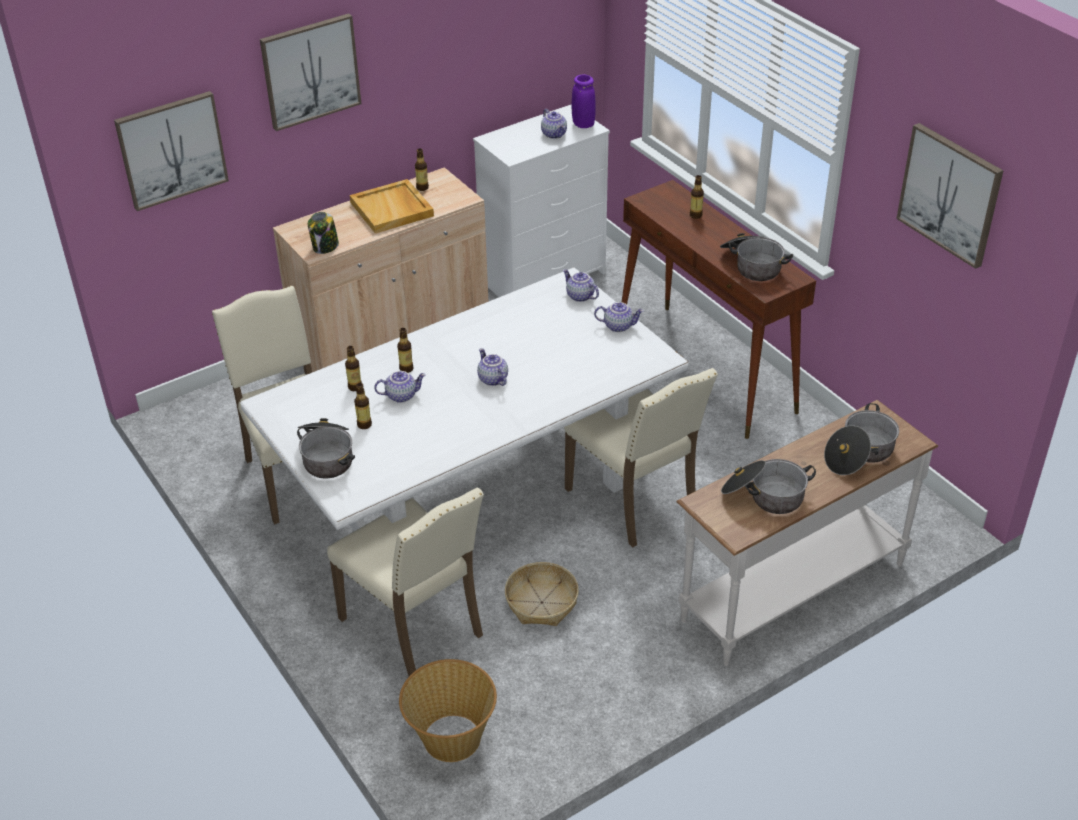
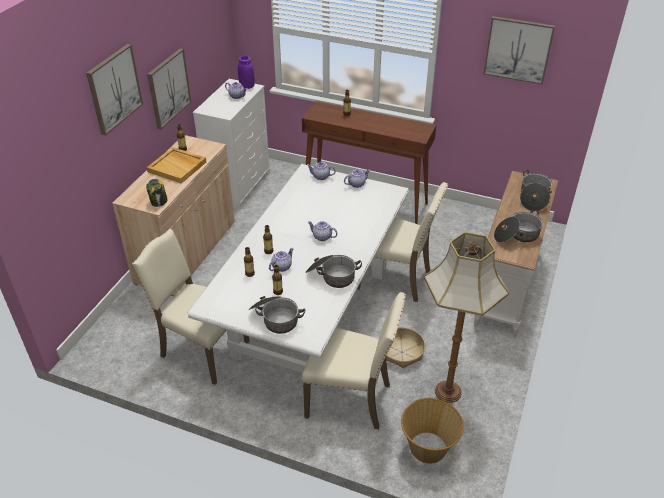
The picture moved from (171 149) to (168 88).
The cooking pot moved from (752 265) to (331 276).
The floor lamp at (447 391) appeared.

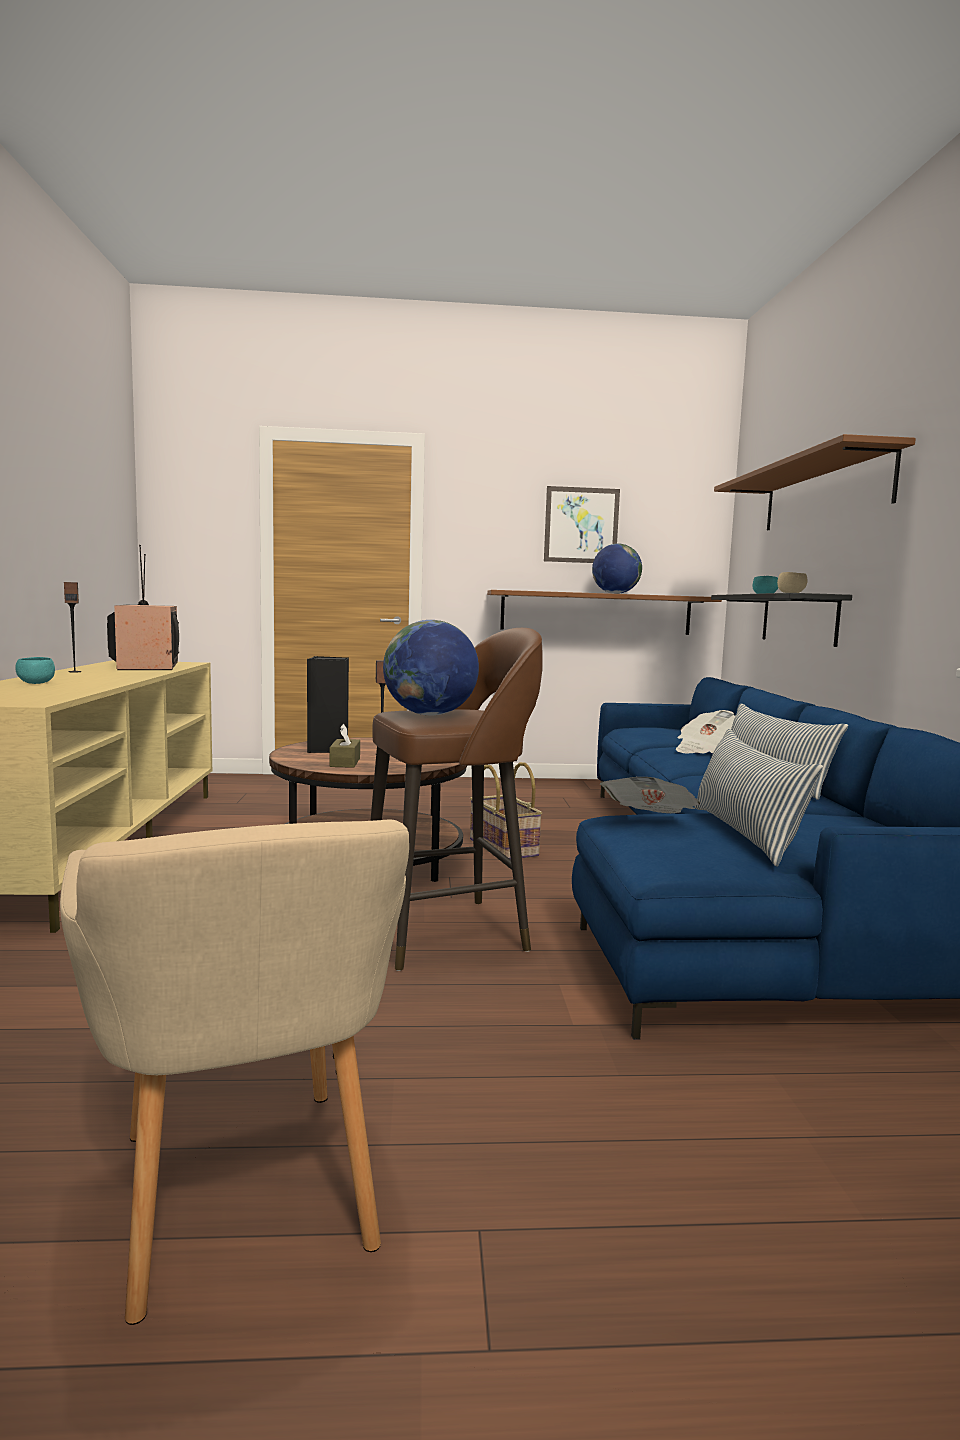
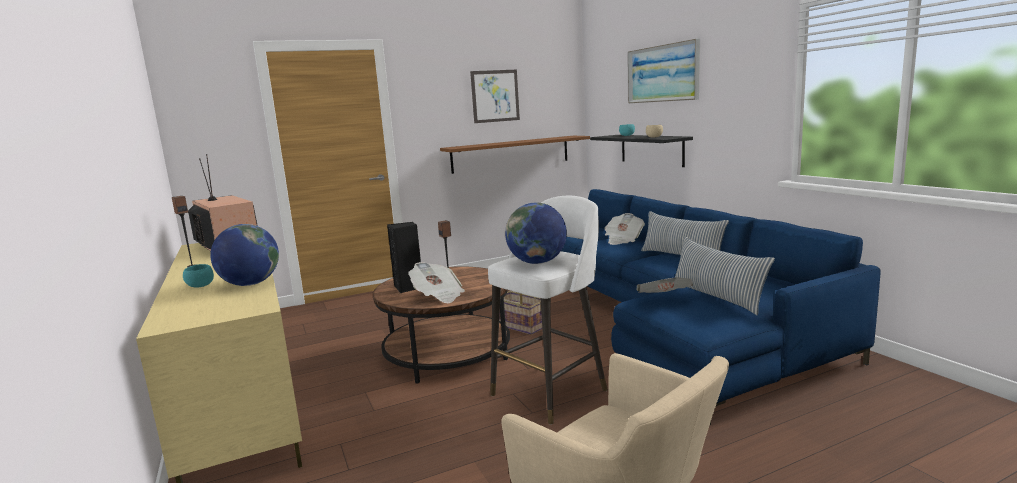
The globe moved from (615 593) to (250 284).
The brown tissue box at (345 762) was replaced by the newspaper at (438 296).
The brown stool at (449 932) became the white stool at (552 391).
The brown shelf at (824 493) was replaced by the picture at (662 73).

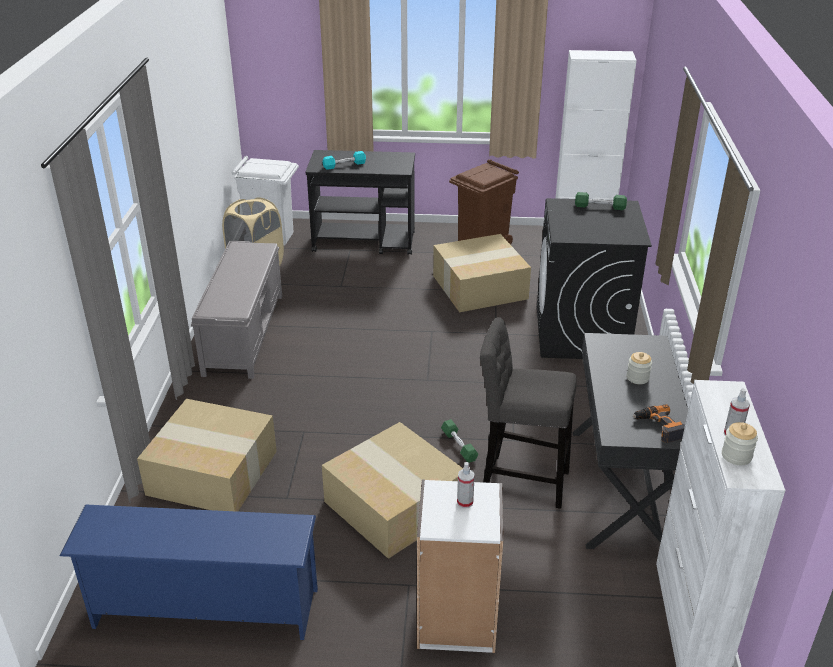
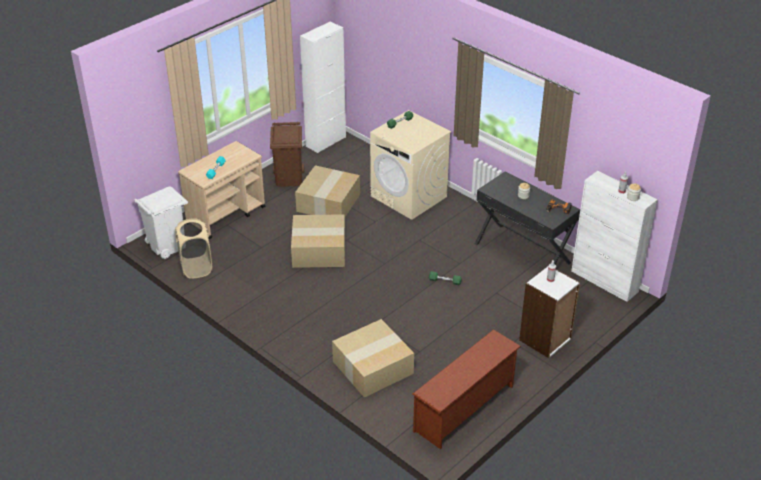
The black cart at (365 242) became the beige cart at (226 215).
The cardboard box moved from (392 505) to (318 251).
The black washing machine at (581 333) became the beige washing machine at (409 196).
The blue shoe rack at (204 610) became the brown shoe rack at (465 409).
The grey bench at (244 333) disappeared.
The grey stool at (520 480) disappeared.

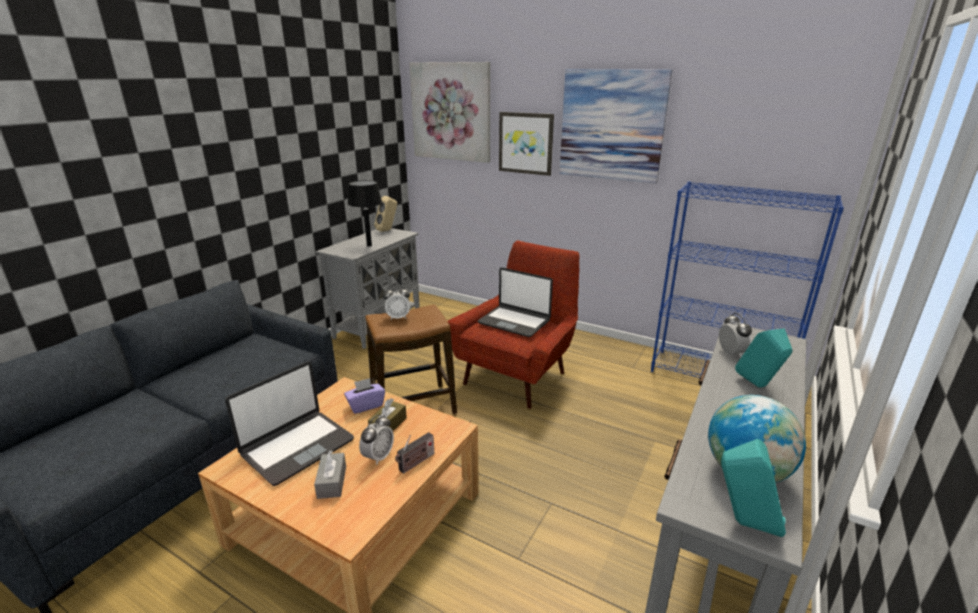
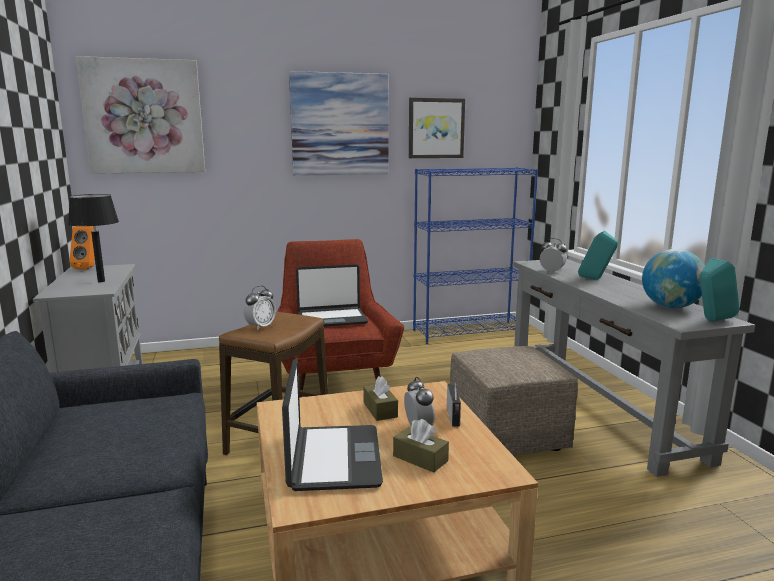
The beige speaker at (388 230) became the orange speaker at (88 268).
The grey tissue box at (332 482) became the brown tissue box at (420 458).
The picture moved from (526 143) to (436 128).
The beige ottoman at (505 435) appeared.
The purple tissue box at (365 405) disappeared.

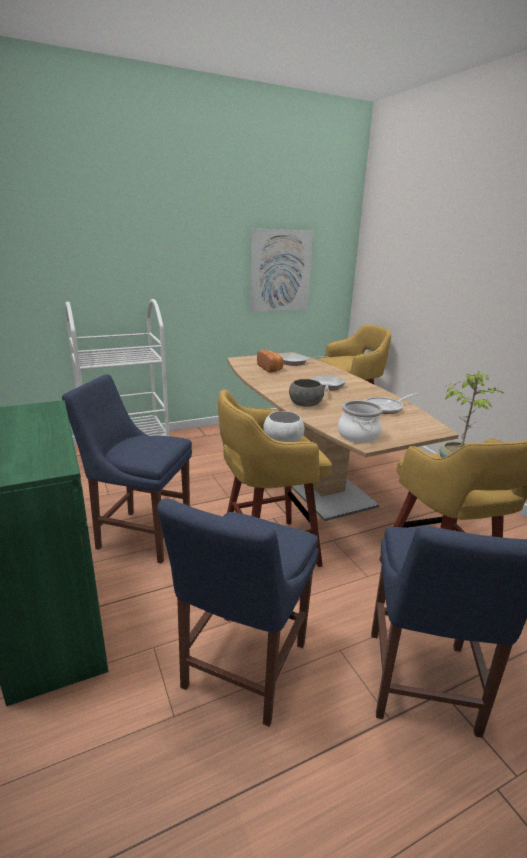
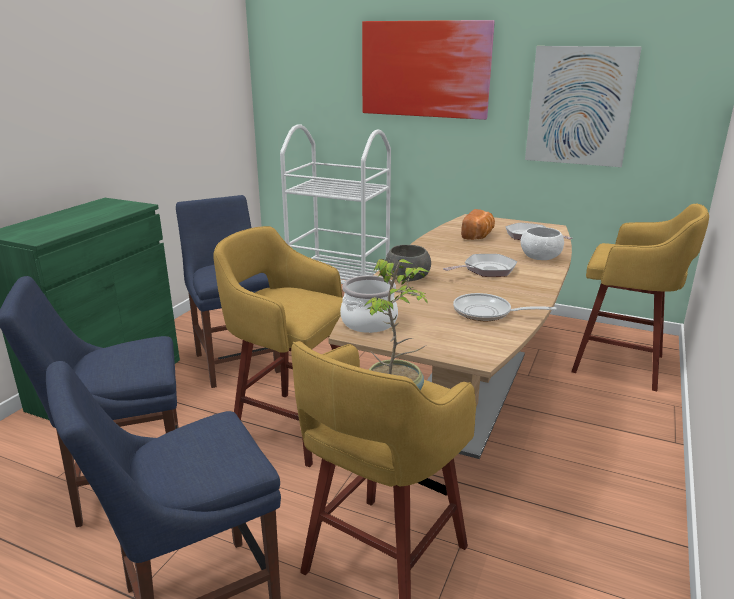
The picture at (425 69) appeared.
The white bowl moved from (283 441) to (540 257).

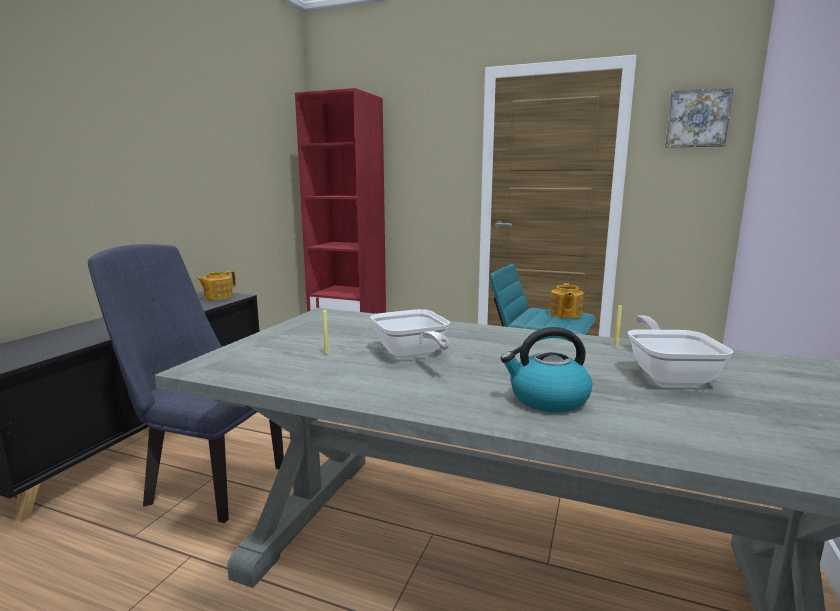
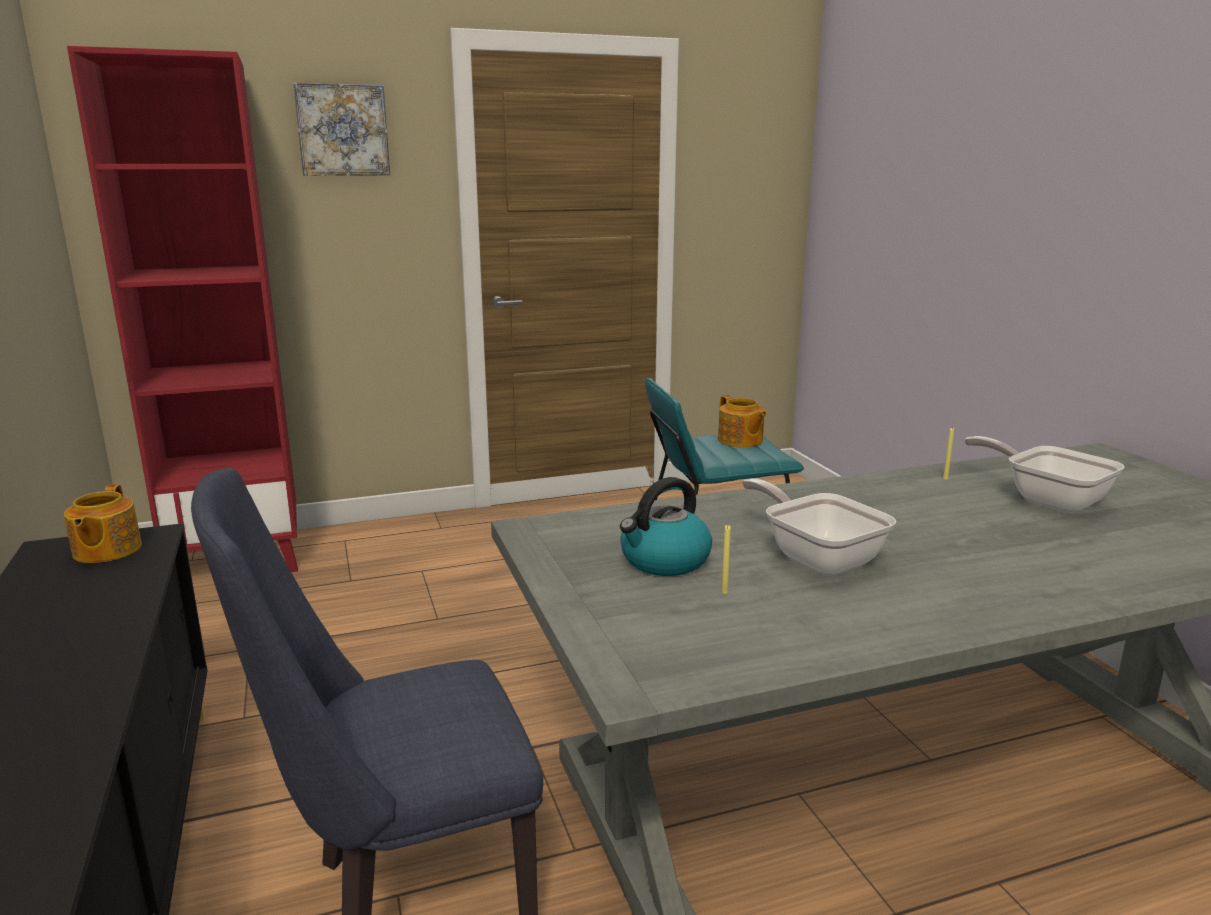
The picture moved from (697 119) to (342 130).
The kettle moved from (547 399) to (664 561).
The frying pan at (412 355) turned 150 degrees counterclockwise.

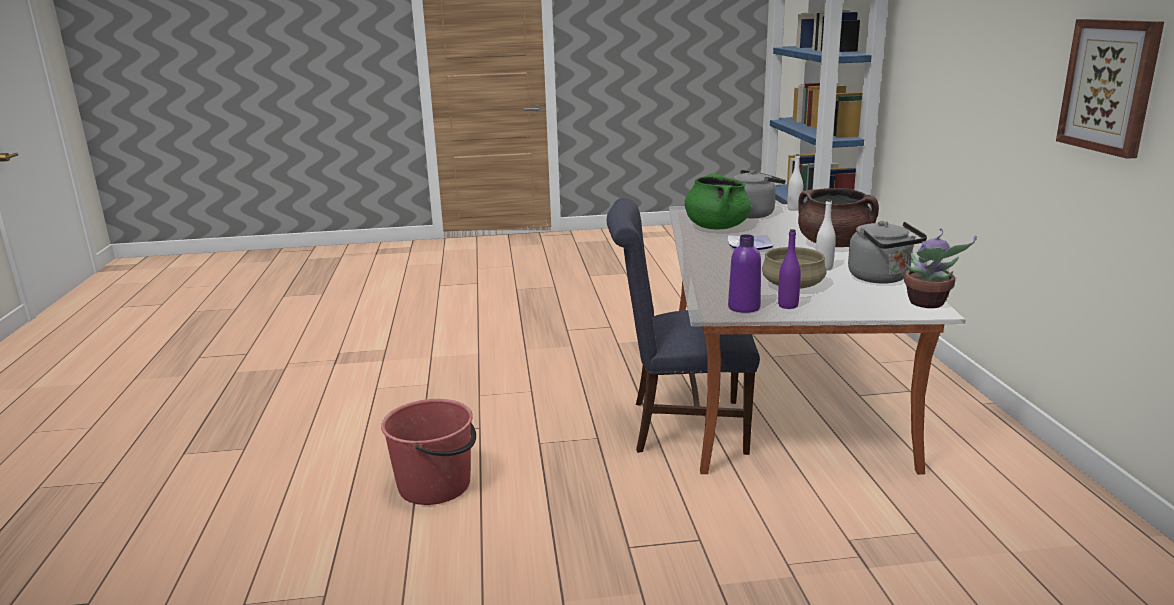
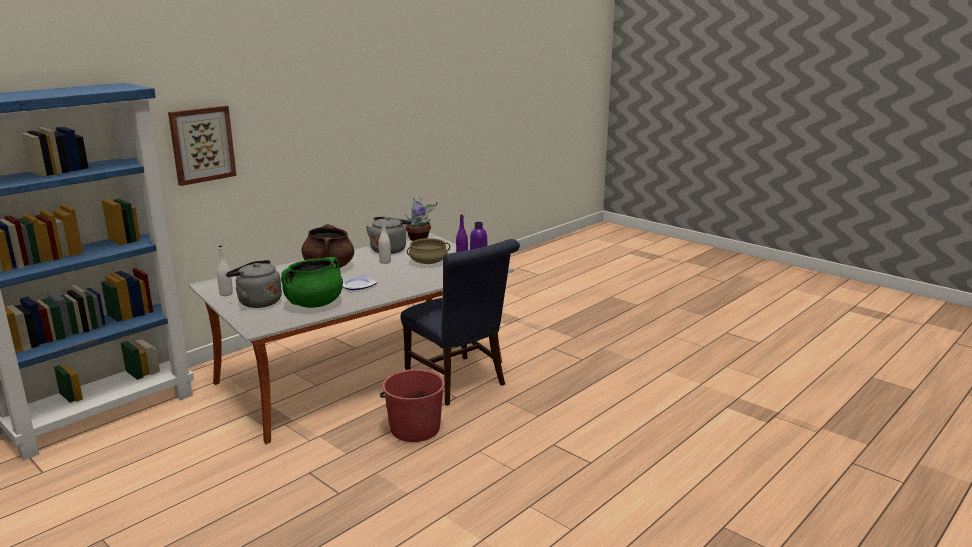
The picture moved from (1110 86) to (202 144).
The red bucket moved from (436 485) to (414 428).

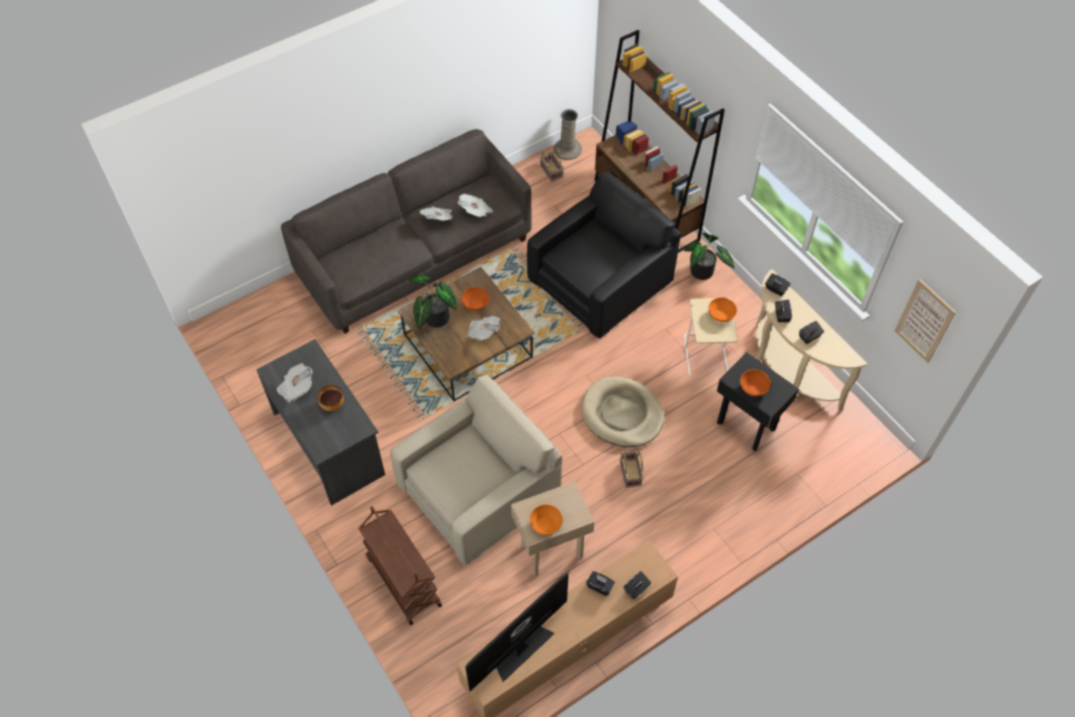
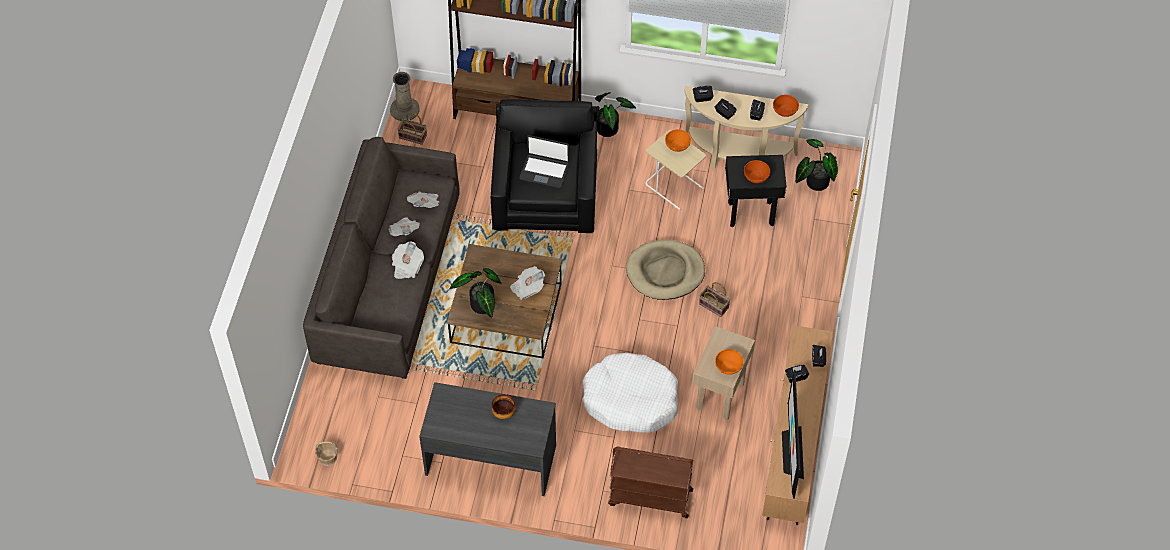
The basket at (327 457) appeared.
The newspaper moved from (296 388) to (407 266).
The laptop at (544 171) appeared.
The beige armchair at (479 490) was replaced by the white dog bed at (630 400).
The orange bowl moved from (475 304) to (784 111).
The potted plant at (814 182) appeared.
The picture at (924 321) disappeared.

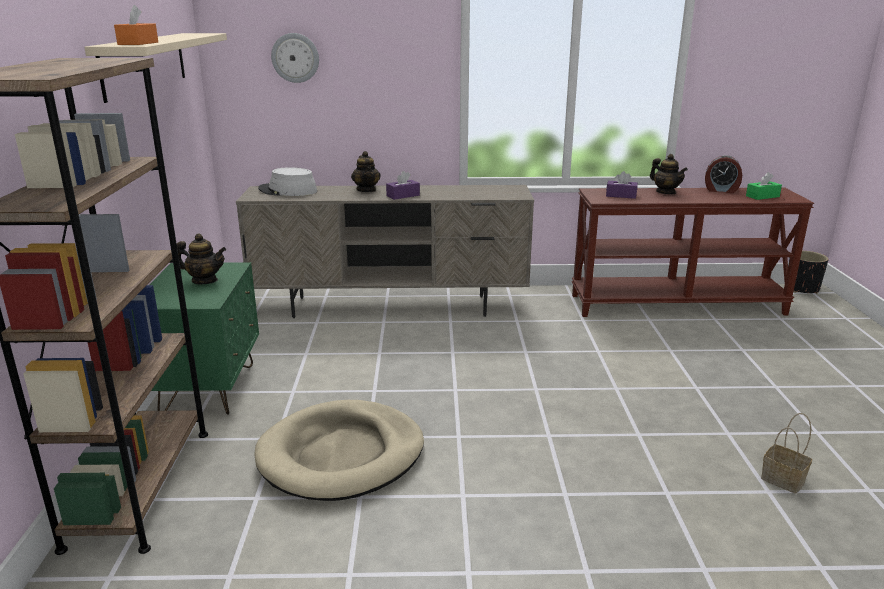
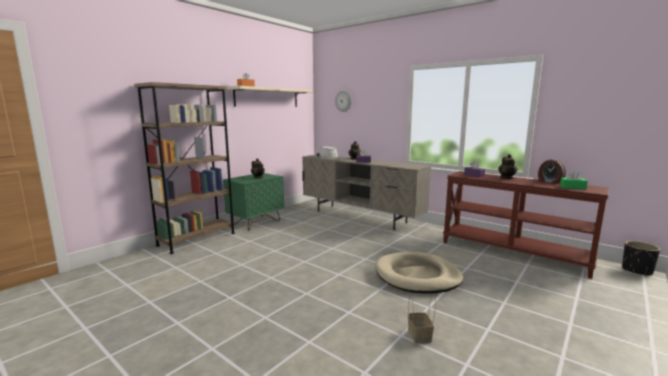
The beige dog bed moved from (341 455) to (417 276).

